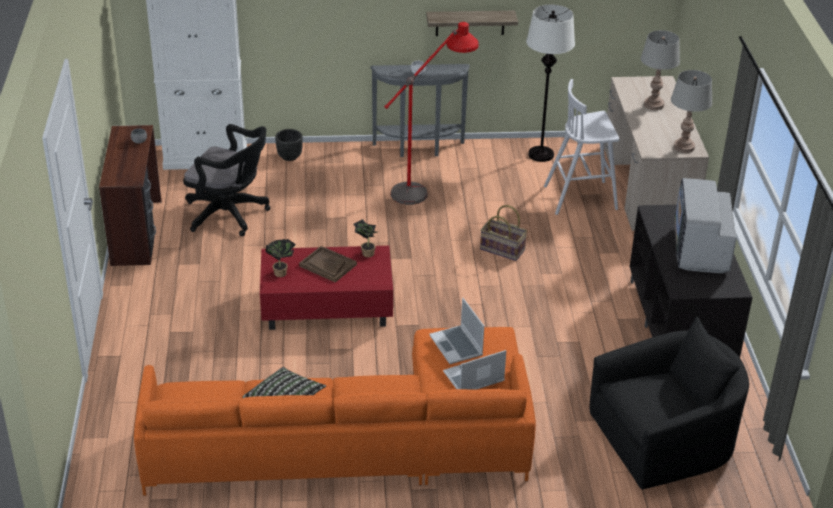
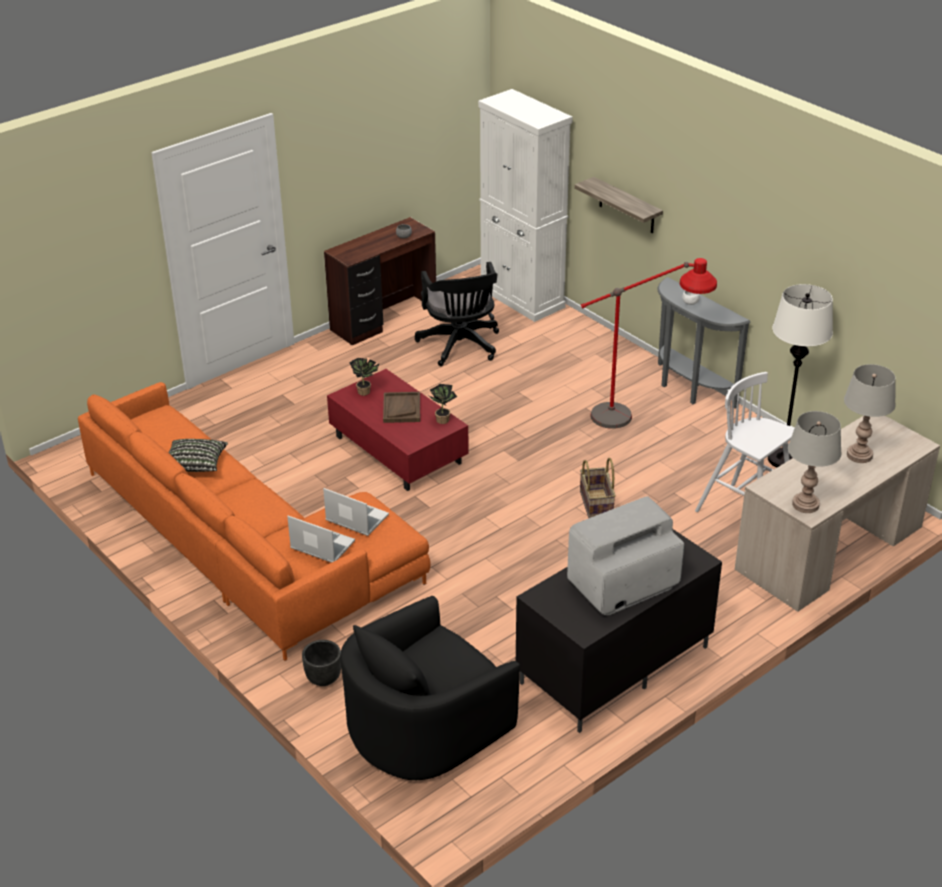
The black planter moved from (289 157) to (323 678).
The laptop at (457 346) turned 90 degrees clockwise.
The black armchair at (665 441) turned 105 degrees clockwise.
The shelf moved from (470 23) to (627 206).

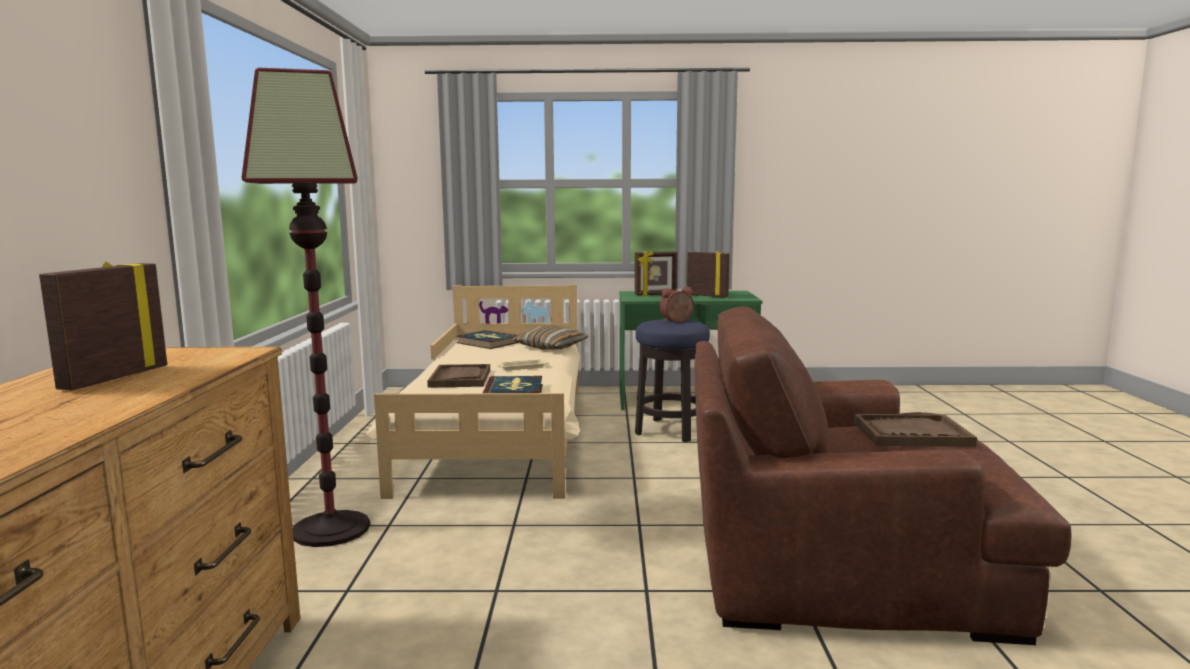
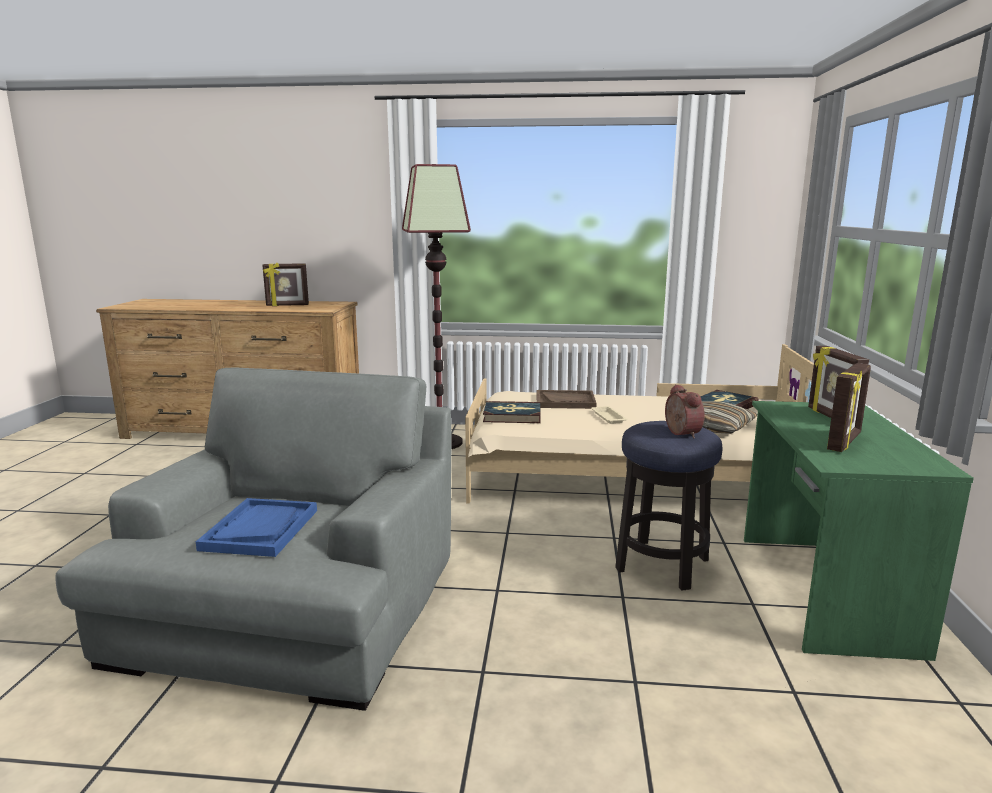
The brown armchair at (836 557) became the grey armchair at (293 607).
The brown tray at (911 434) became the blue tray at (260 529).
The picture frame at (113 378) turned 150 degrees clockwise.

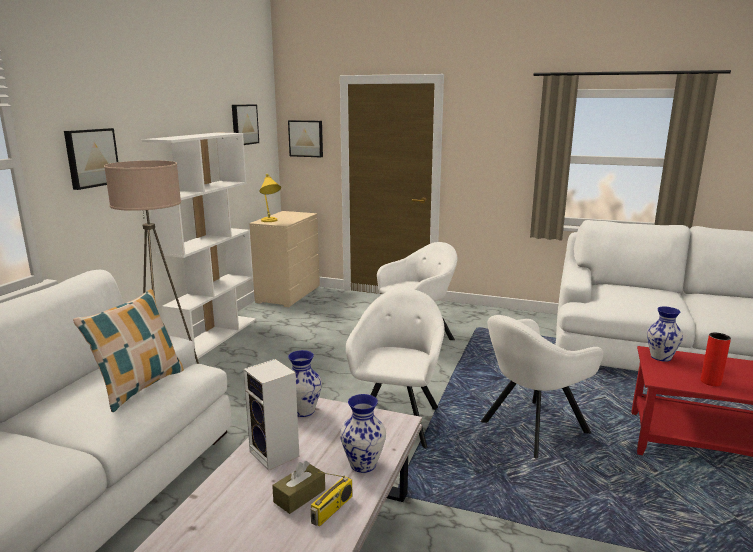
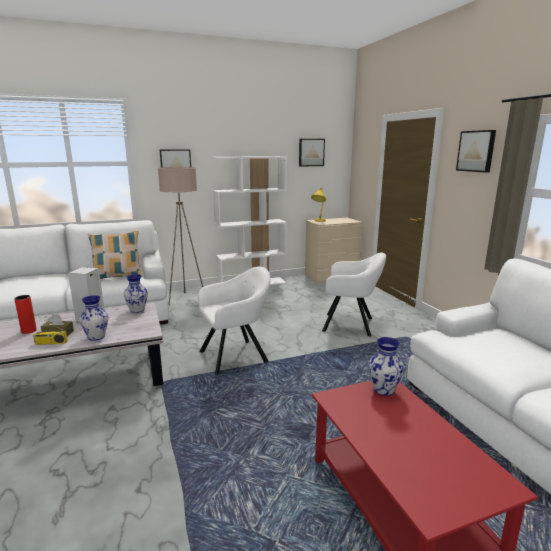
The red vase moved from (710 382) to (29 331).
The picture moved from (306 138) to (476 151).
The white armchair at (531 429) disappeared.

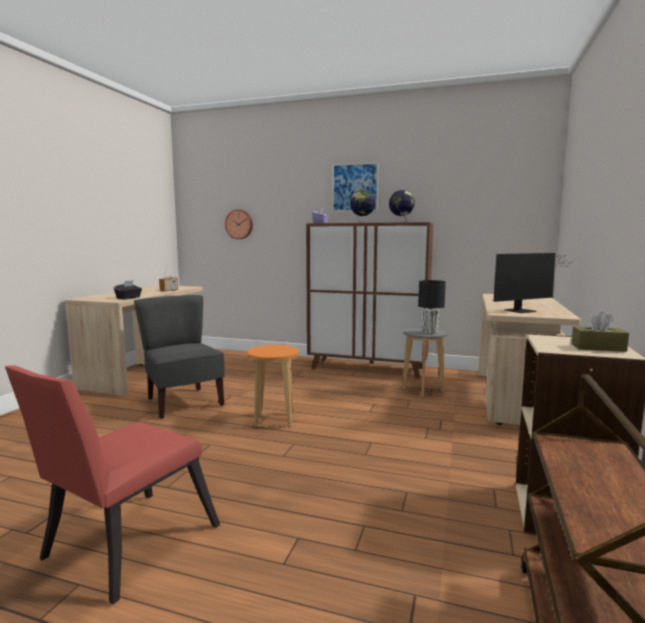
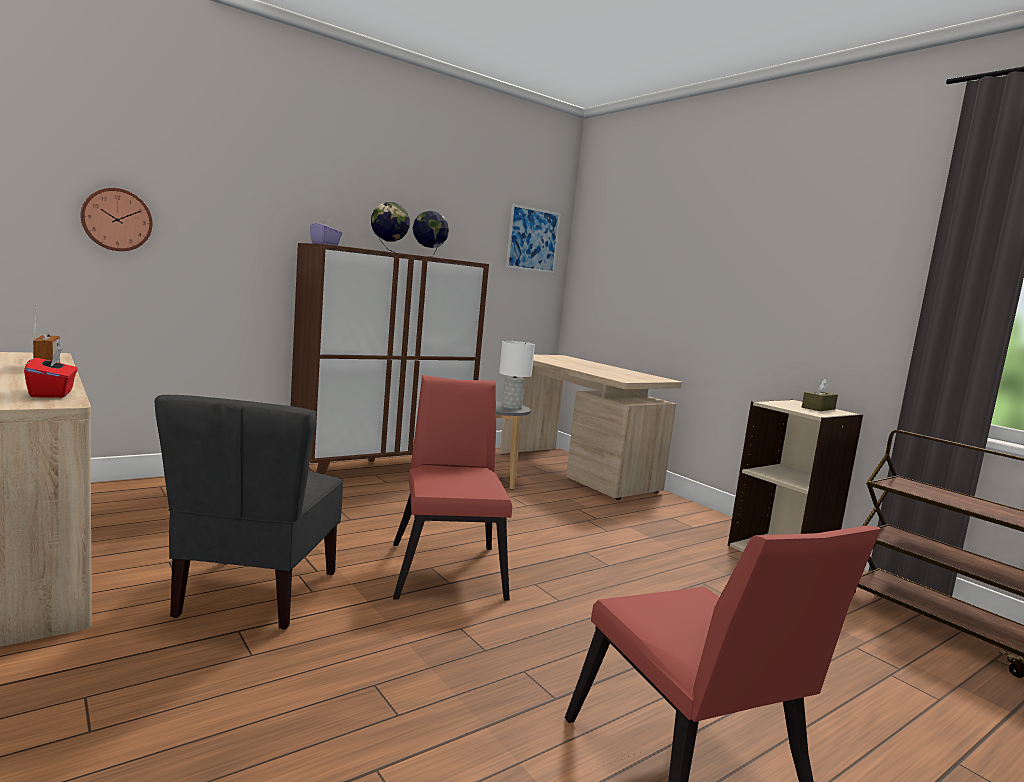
The black tissue box at (128 298) became the red tissue box at (52 393).
The grey chair at (183 402) turned 90 degrees counterclockwise.
The orange stool at (274 420) was replaced by the red chair at (448 566).
The black table lamp at (430 332) became the white table lamp at (512 407).
The picture moved from (355 187) to (533 239).
The monitor at (524 310) disappeared.

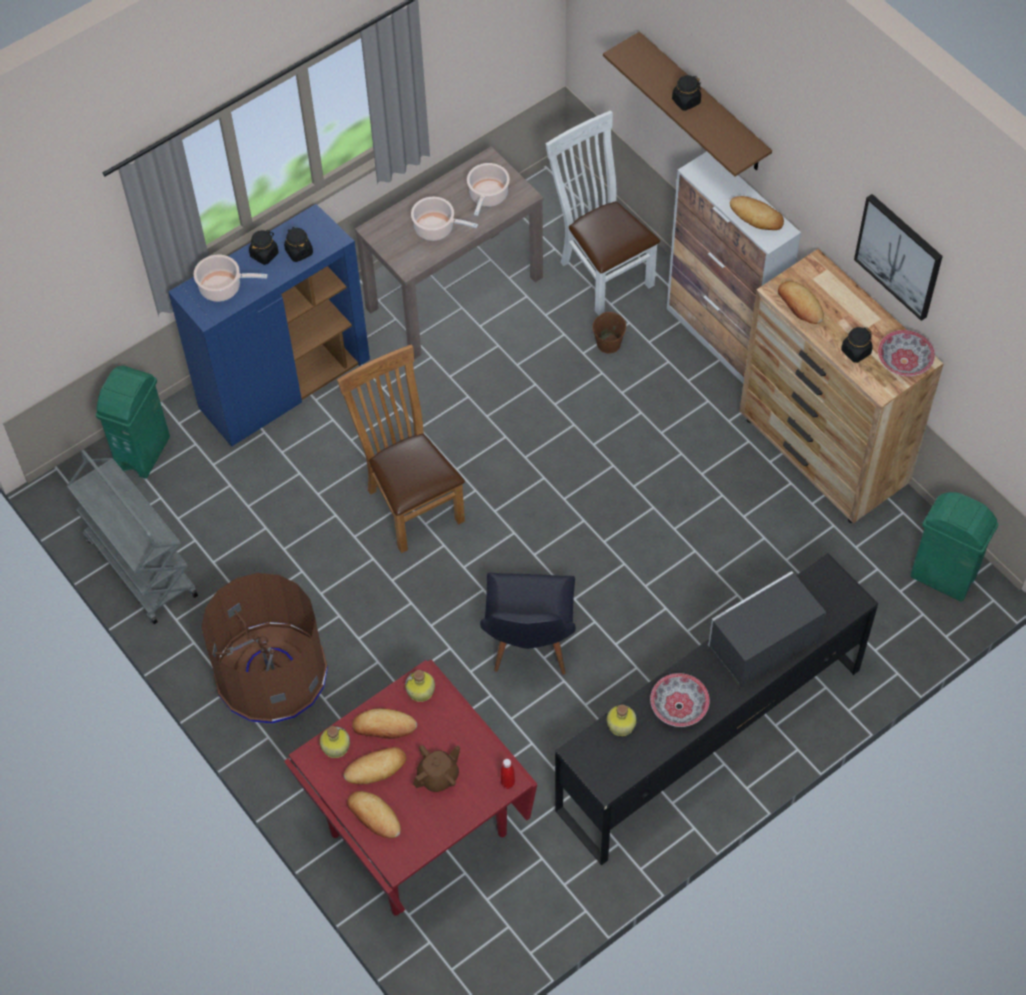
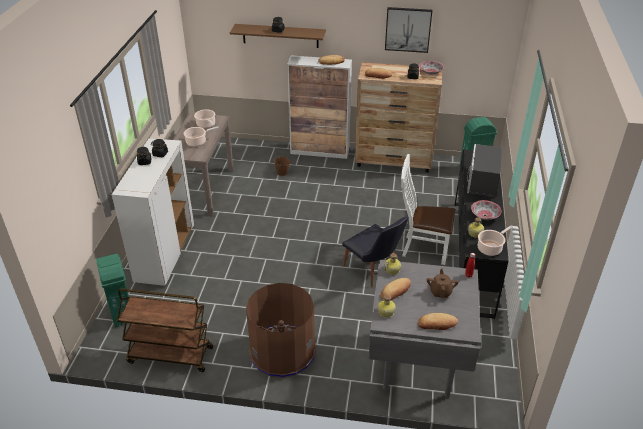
The blue cabinet at (285 384) became the white cabinet at (165 253).
The grey cart at (140 566) became the brown cart at (170 355).
The red dining table at (419 834) became the grey dining table at (418 361).
The white chair moved from (602 271) to (422 248).
The cooking pot moved from (223 288) to (490 248).
The brown chair at (411 502) disappeared.
The bread at (376 768) disappeared.

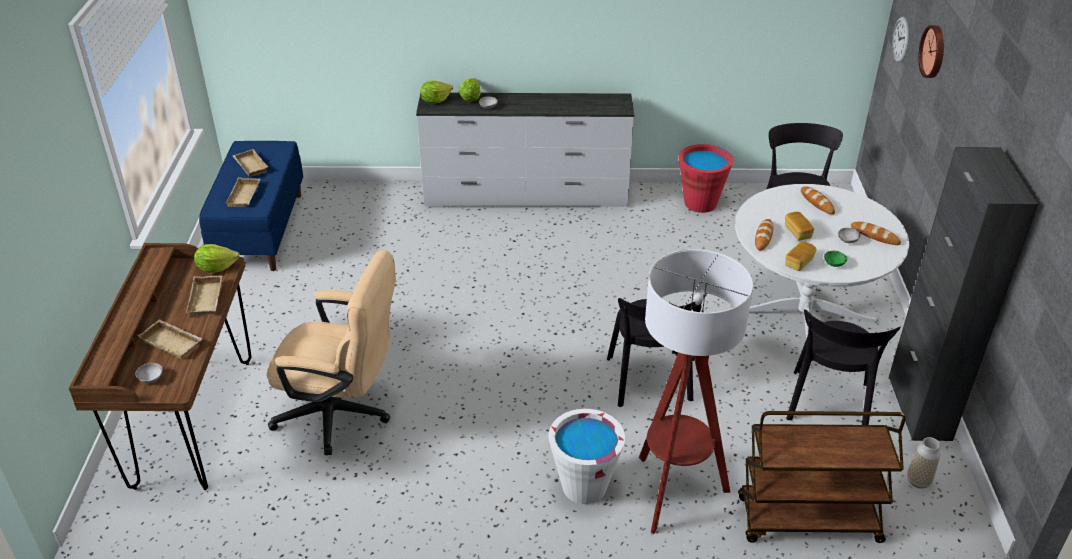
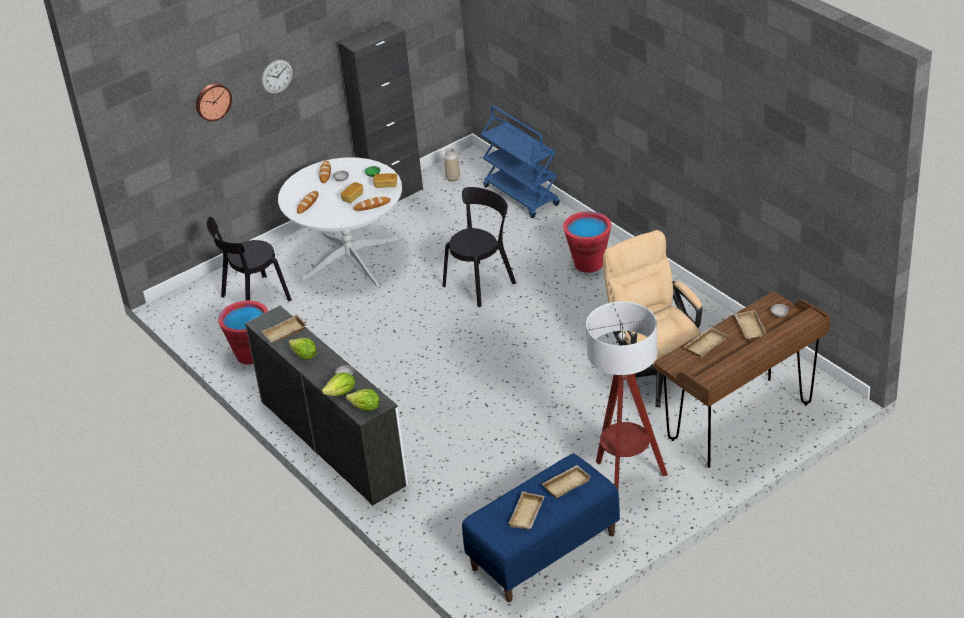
The beige tray at (284 333) appeared.
The wall clock moved from (900 39) to (277 76).
The lettuce moved from (216 268) to (304 356).
The brown cart at (807 521) became the blue cart at (522 196).
The white bucket at (584 486) became the red bucket at (588 264).
The floor lamp moved from (674 493) to (626 482).
The black chair at (828 406) disappeared.

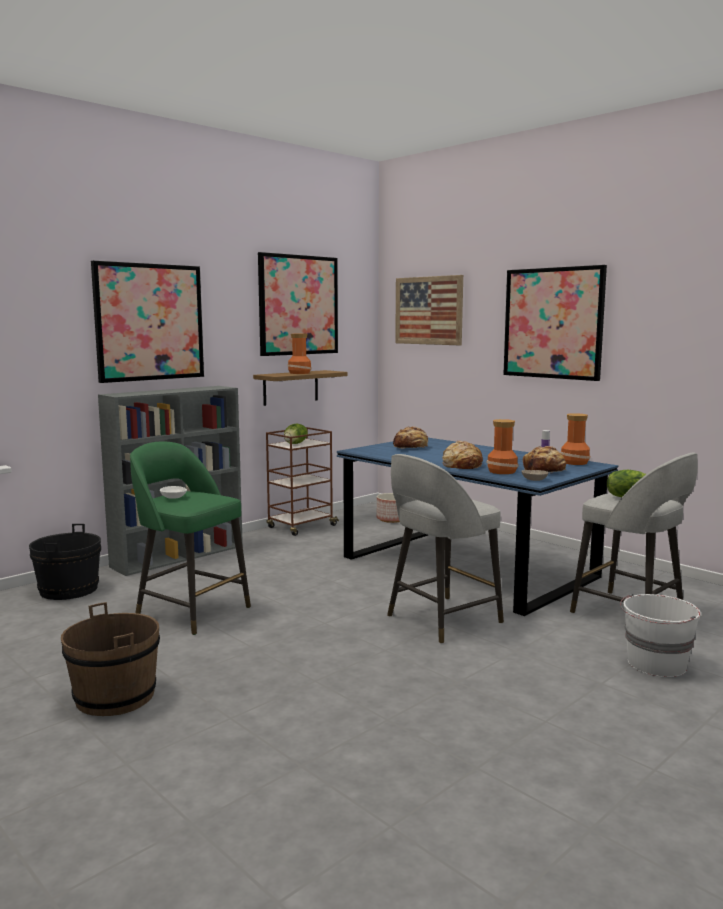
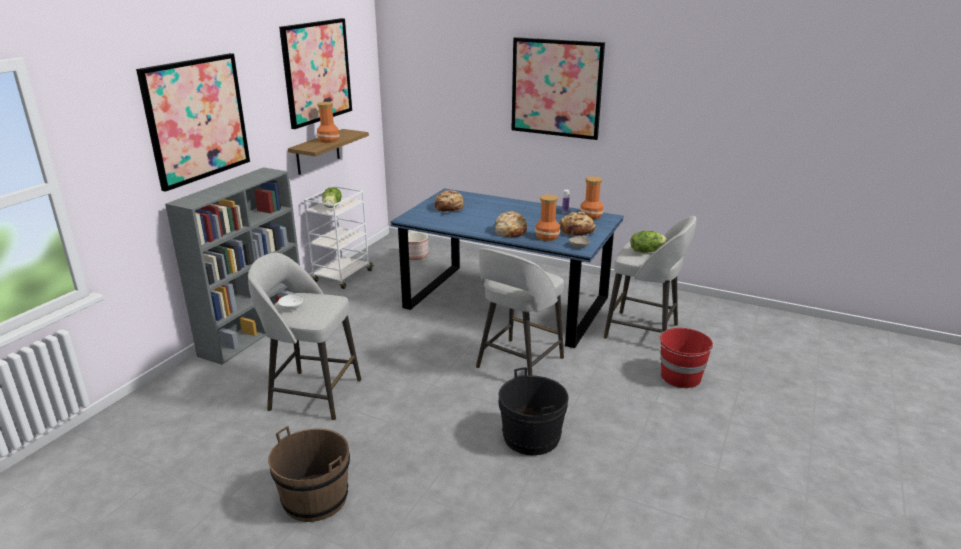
The green stool at (191 611) became the grey stool at (312 394).
The brown cart at (301 527) became the white cart at (342 277).
The black bucket moved from (69 590) to (531 437).
The white bucket at (656 664) became the red bucket at (680 377).
The picture at (428 310) disappeared.

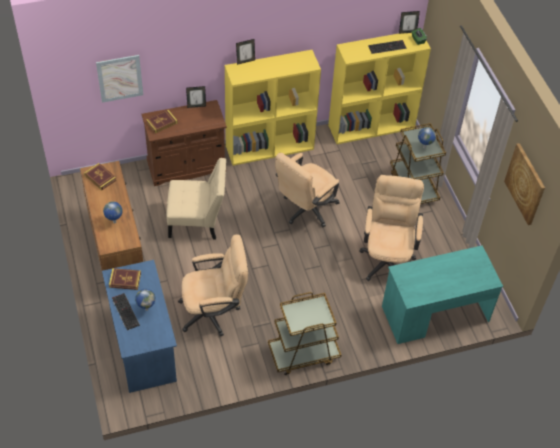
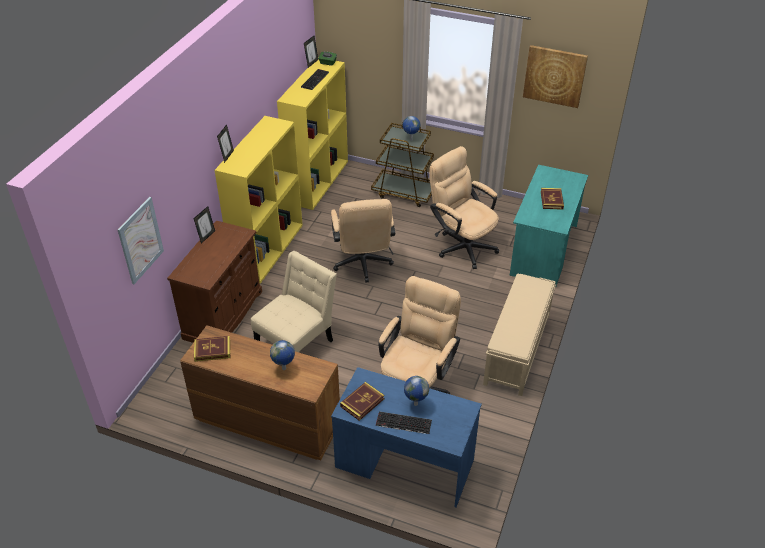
The brown cart at (303 353) was replaced by the beige bench at (517 350).
The book moved from (161 122) to (551 200).

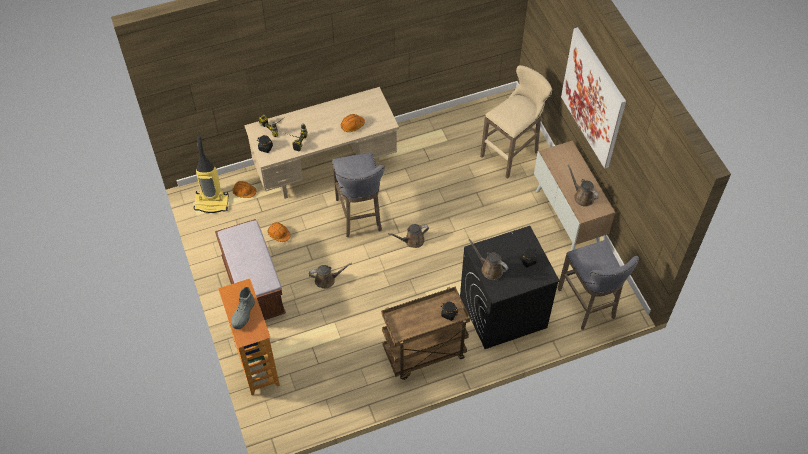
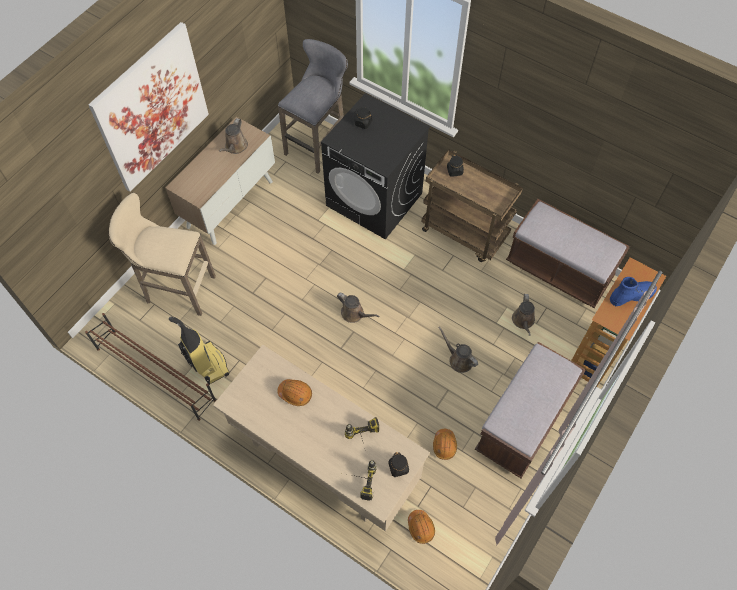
The brown shoe rack at (155 373) appeared.
The vacuum cleaner moved from (212 202) to (208 364).
The brown bench at (559 270) appeared.
The brown watering can moved from (490 269) to (523 321).
The grey boot at (243 314) became the blue boot at (631 296).
The grey stool at (360 217) disappeared.

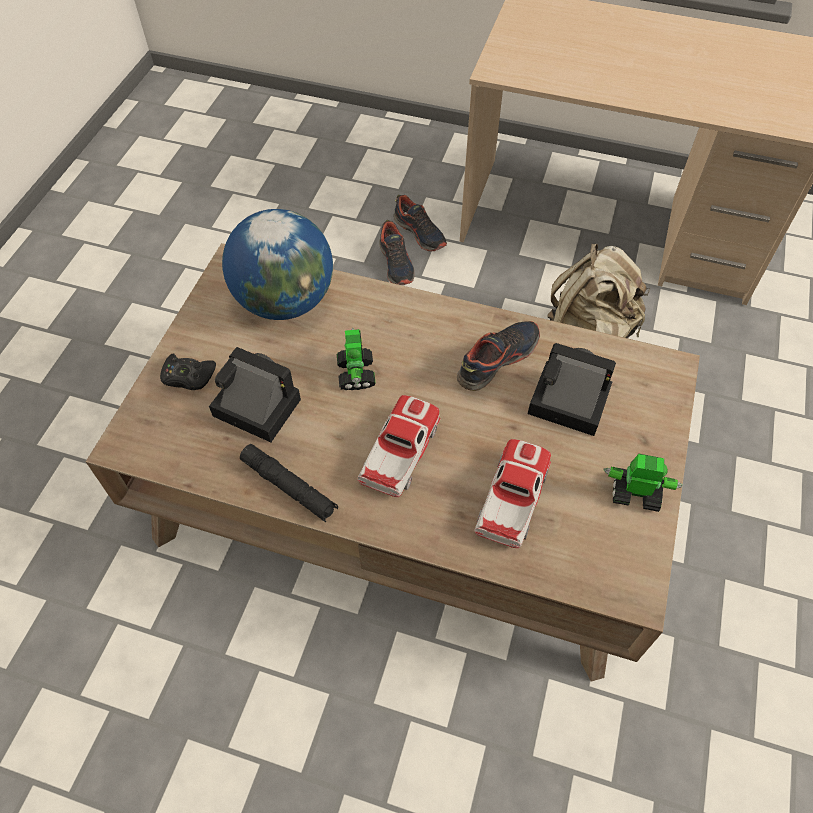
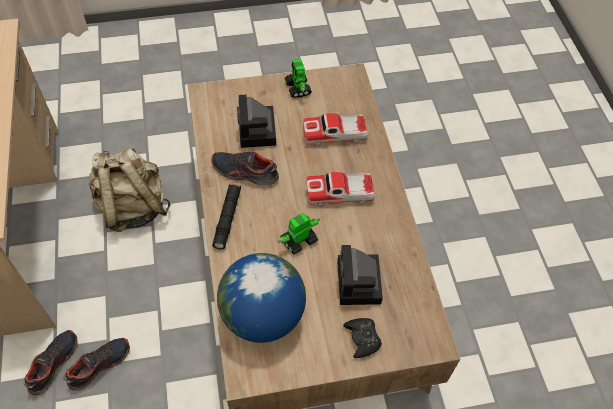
The black flashlight moved from (289 487) to (227 219).

